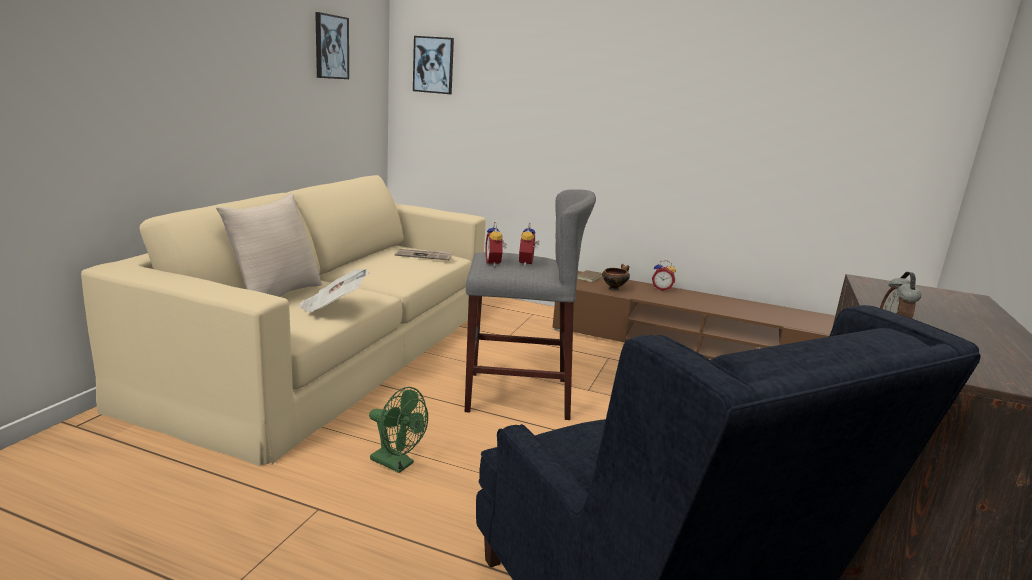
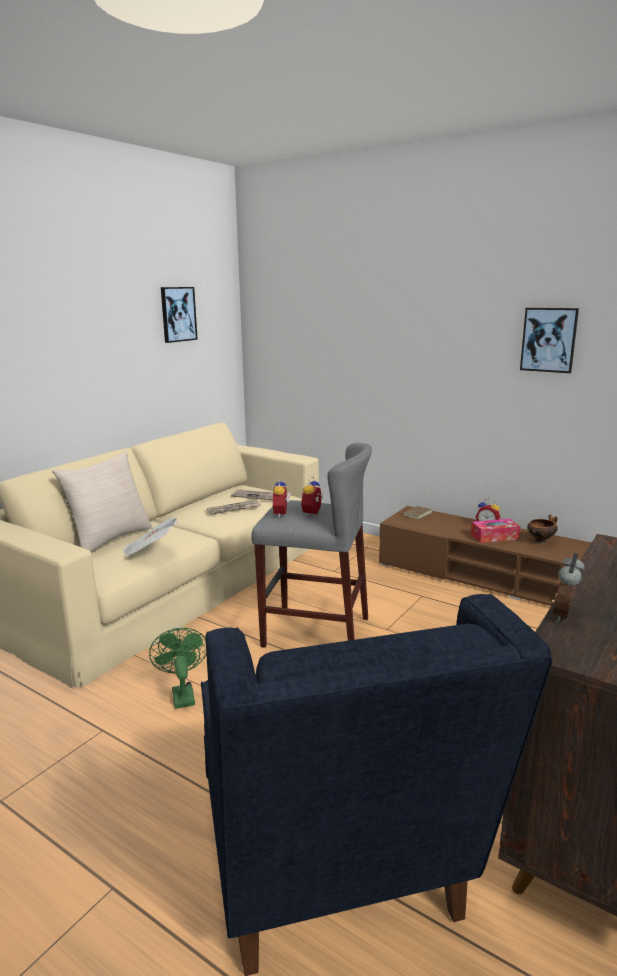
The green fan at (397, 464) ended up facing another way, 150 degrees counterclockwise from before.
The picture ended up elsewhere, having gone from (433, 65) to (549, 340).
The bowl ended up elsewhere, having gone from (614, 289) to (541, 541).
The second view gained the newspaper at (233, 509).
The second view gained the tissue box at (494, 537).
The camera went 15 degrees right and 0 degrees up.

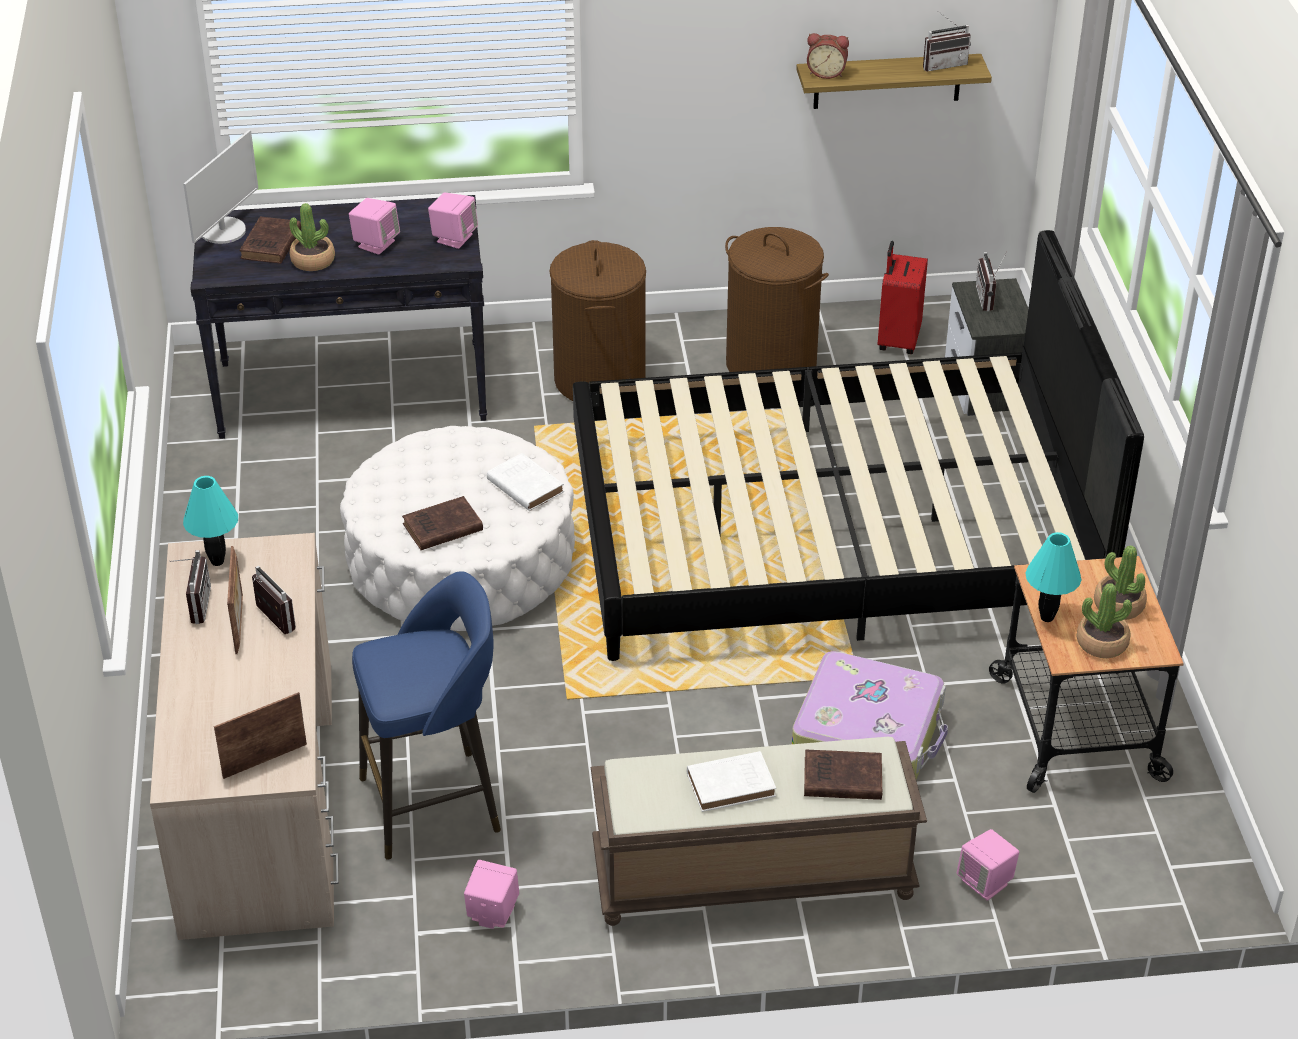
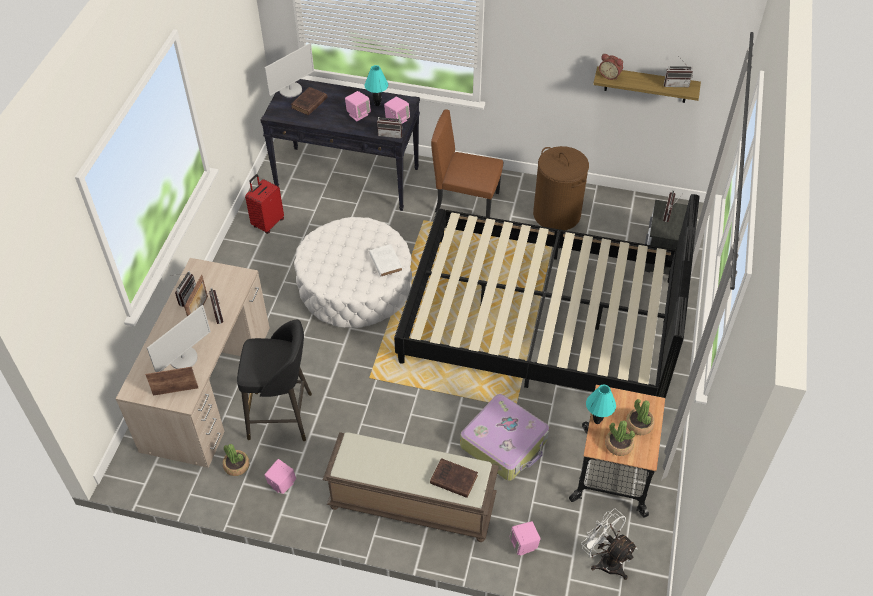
The turquoise table lamp ended up elsewhere, having gone from (217, 561) to (377, 104).
The potted plant ended up elsewhere, having gone from (313, 261) to (237, 466).
What was the blue stool at (434, 804) turned into the black stool at (282, 416).
The second view lost the brown book at (440, 528).
Where the brown laundry basket stood at (599, 379), the brown chair came to stand at (467, 202).
The second view lost the white book at (733, 784).
The red suitcase ended up elsewhere, having gone from (897, 340) to (267, 223).
The second view gained the monitor at (183, 358).
The second view gained the radio at (390, 134).
The second view gained the white fan at (605, 560).
The camera went 20 degrees right and 10 degrees up.

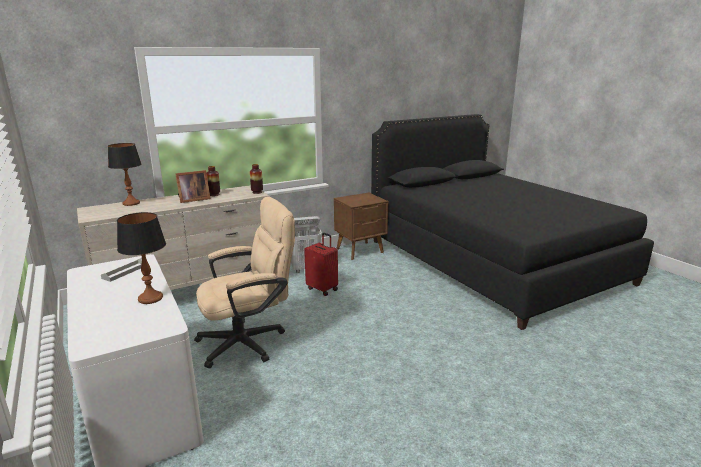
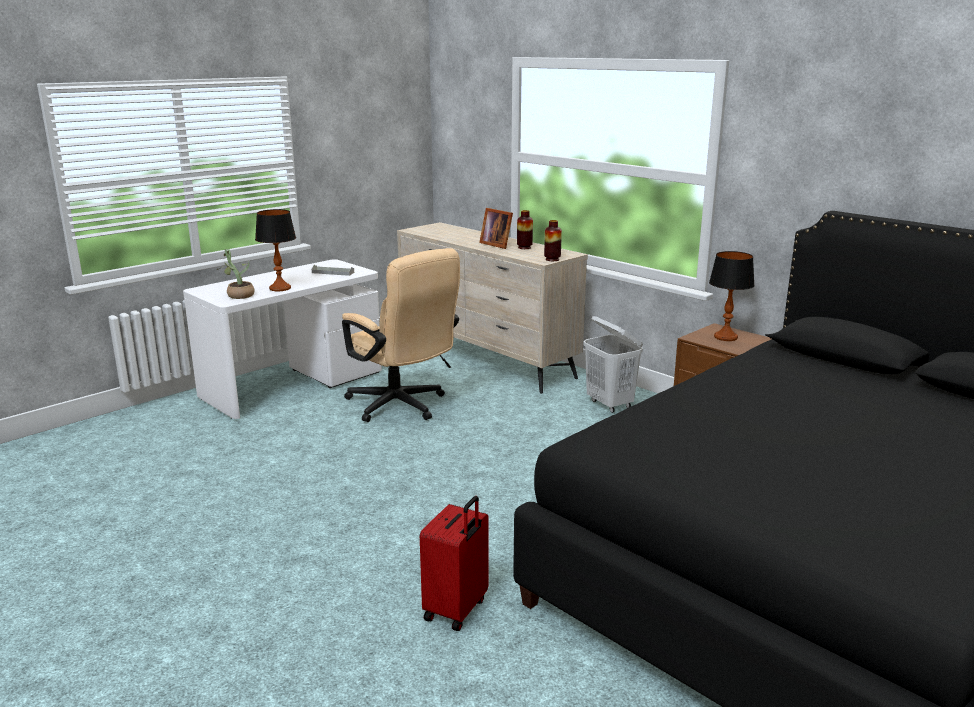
The table lamp ended up elsewhere, having gone from (131, 203) to (725, 337).
The red suitcase ended up elsewhere, having gone from (323, 289) to (457, 610).
The second view gained the potted plant at (238, 295).
The camera went 75 degrees right and 0 degrees up.

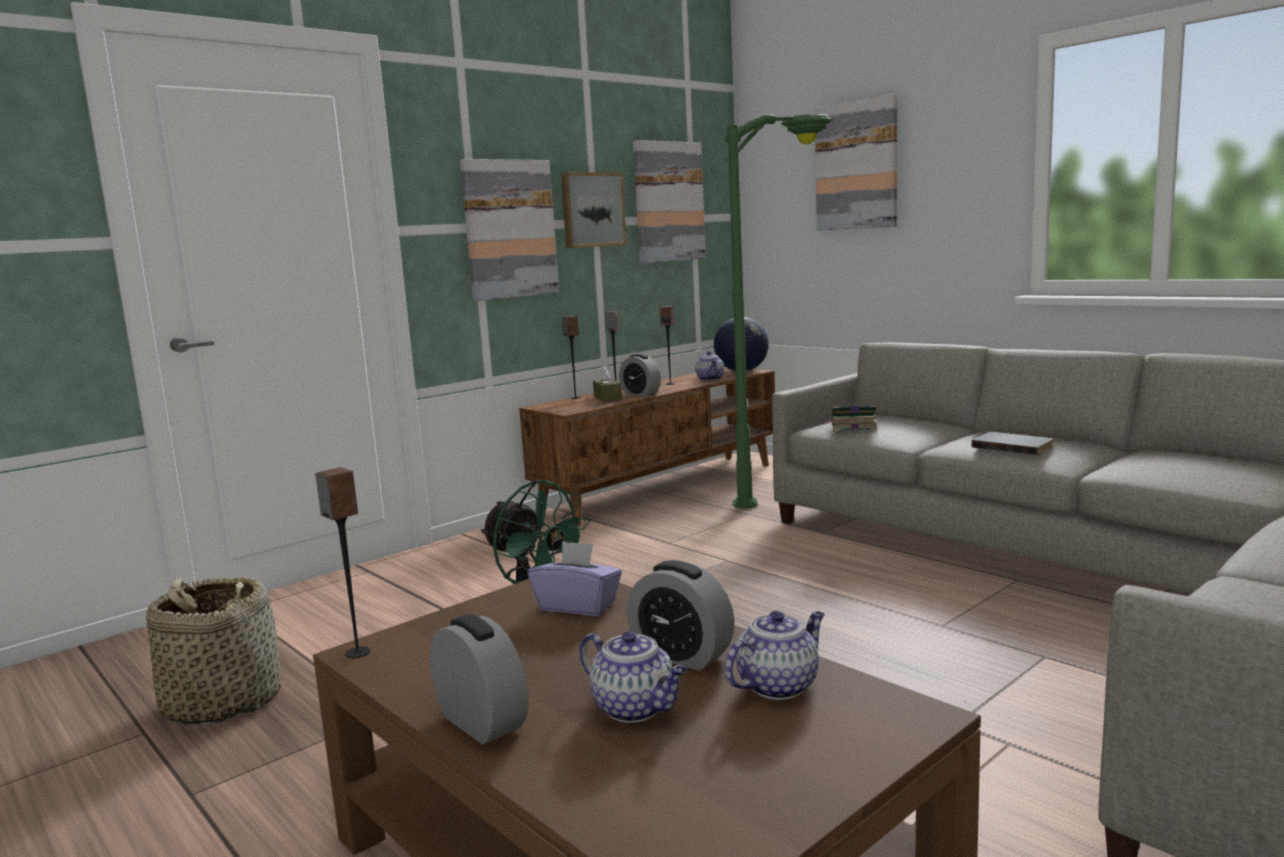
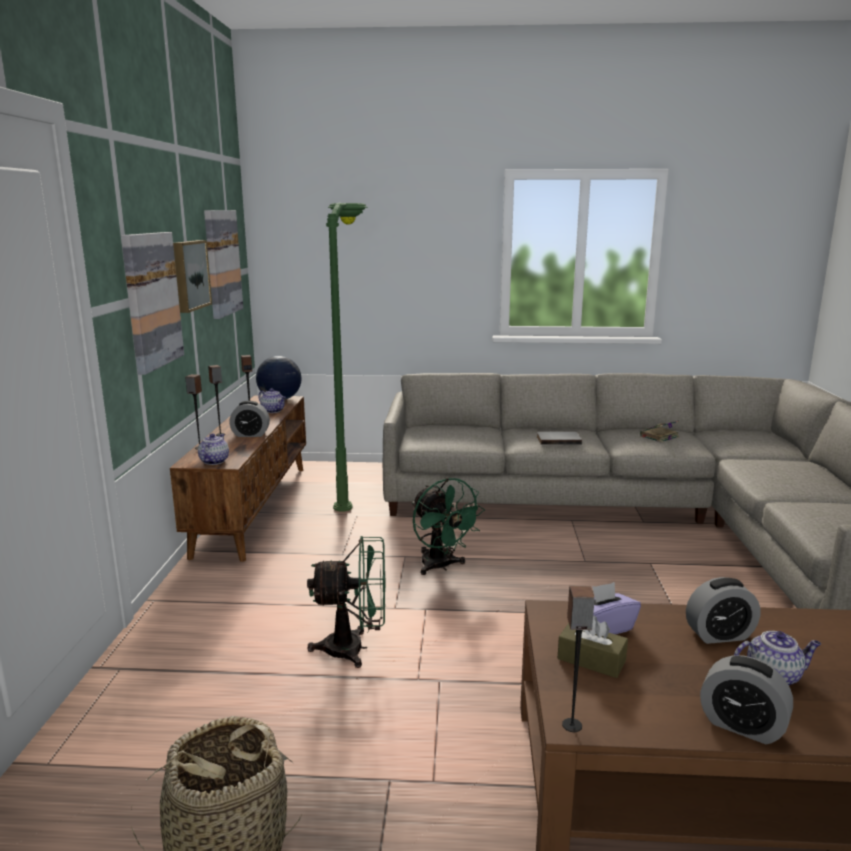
The alarm clock at (481, 722) ended up facing another way, 150 degrees counterclockwise from before.
The brown tissue box ended up elsewhere, having gone from (607, 398) to (591, 660).
The teapot ended up elsewhere, having gone from (778, 685) to (214, 461).
The second view lost the picture at (857, 165).
The book ended up elsewhere, having gone from (852, 426) to (658, 436).
The second view gained the green fan at (441, 566).
The camera went 45 degrees left and 5 degrees up.

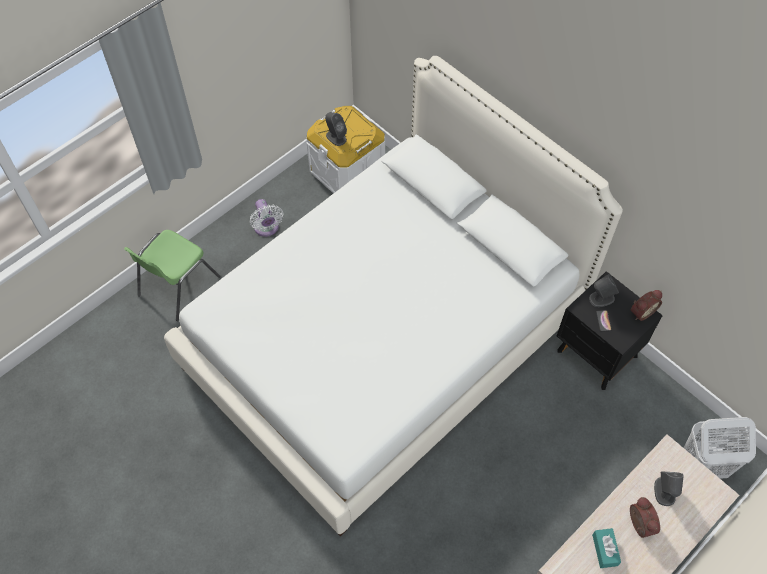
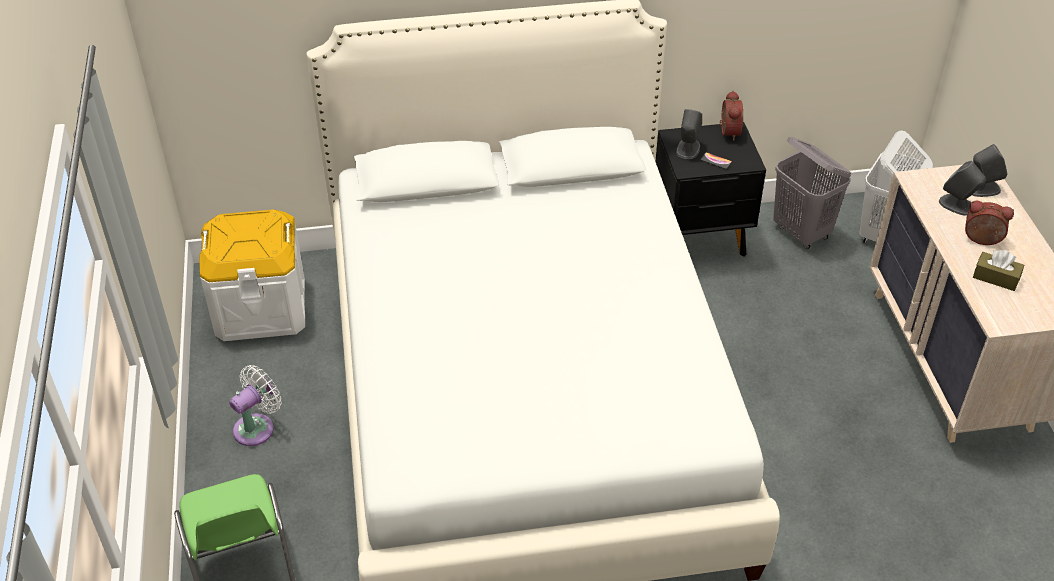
The white fan at (267, 228) ended up facing another way, 60 degrees counterclockwise from before.
The grey speaker ended up elsewhere, having gone from (336, 137) to (982, 188).
What was the turquoise tissue box at (604, 550) turned into the brown tissue box at (996, 277).
The second view gained the grey laundry basket at (801, 232).
The camera went 55 degrees left and 15 degrees down.

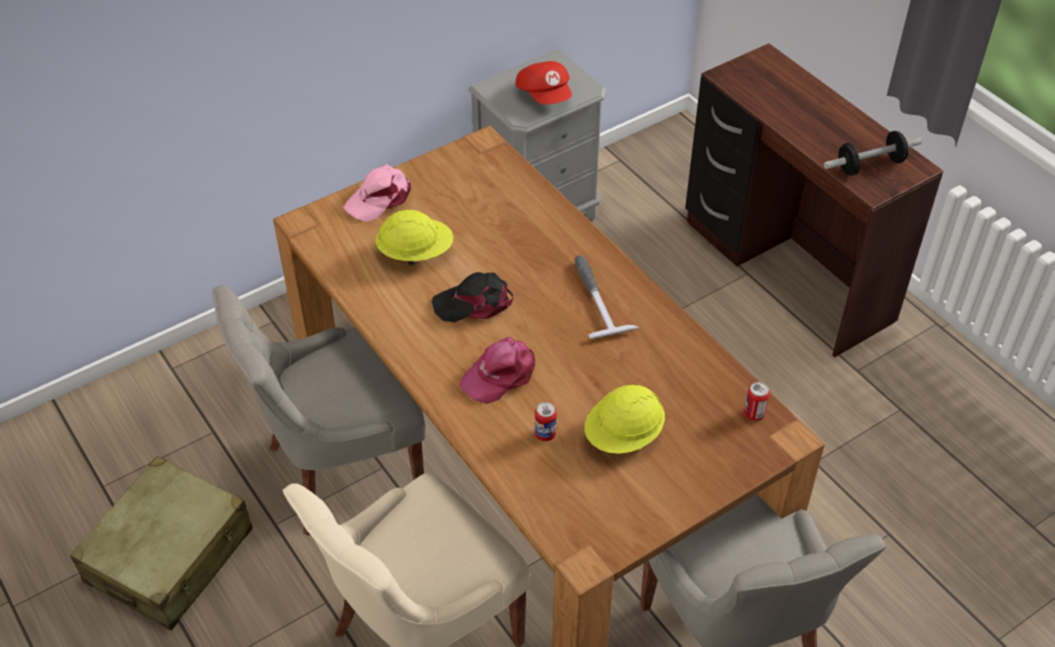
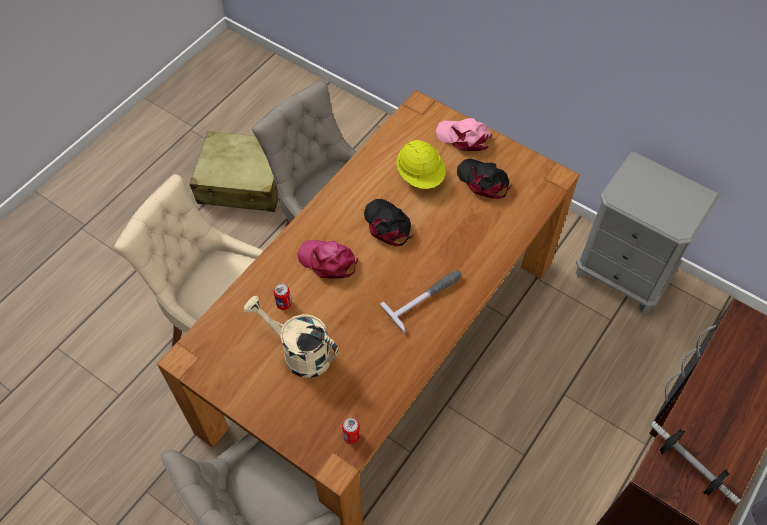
The second view lost the red cap at (545, 95).
Where the yellow hard hat stood at (623, 436), the beige watering can came to stand at (299, 353).
The second view gained the black cap at (483, 181).
The camera went 70 degrees right and 10 degrees up.

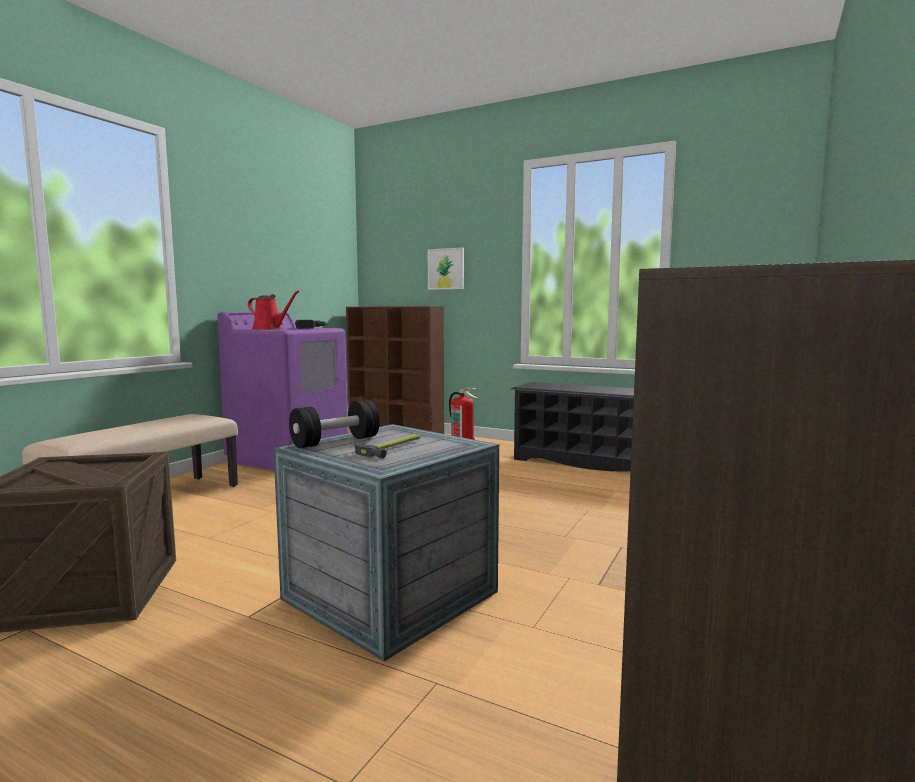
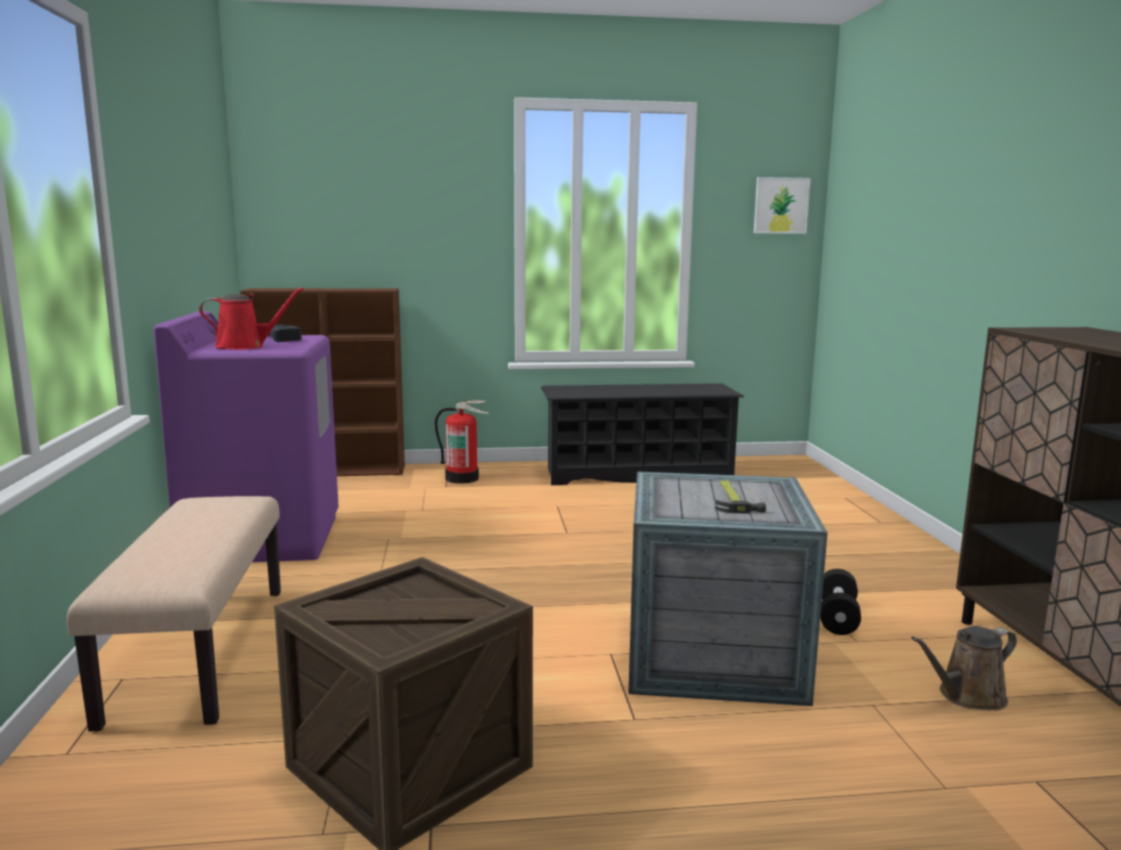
The black dumbbell ended up elsewhere, having gone from (335, 442) to (837, 617).
The picture ended up elsewhere, having gone from (446, 269) to (781, 205).
The second view gained the brown watering can at (967, 696).
The camera went 35 degrees left and 5 degrees up.

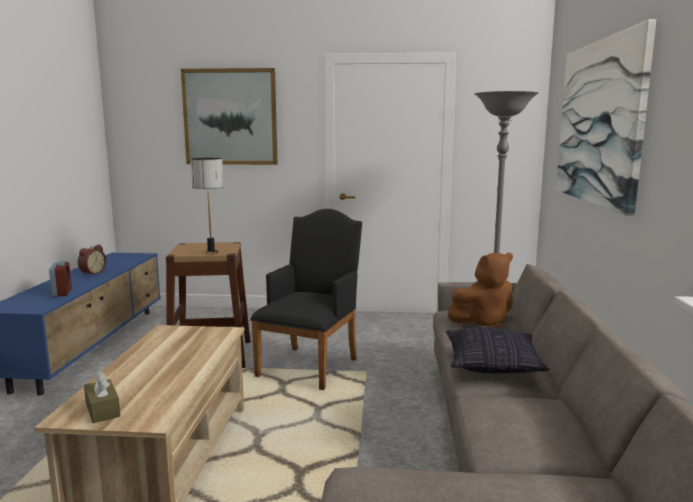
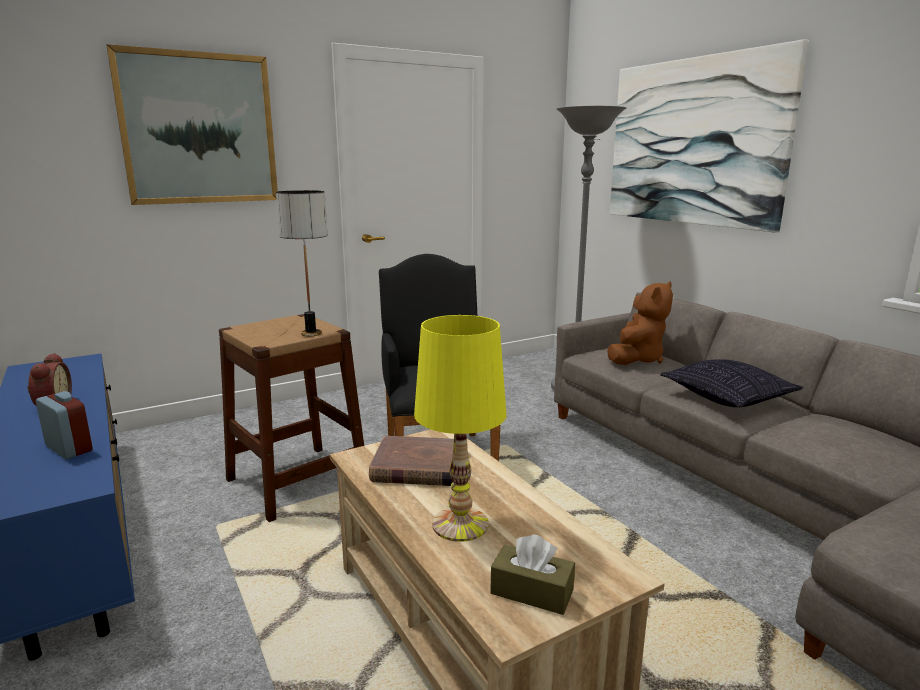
The second view gained the brown book at (419, 466).
The second view gained the yellow table lamp at (460, 525).
The camera went 35 degrees left and 5 degrees up.

